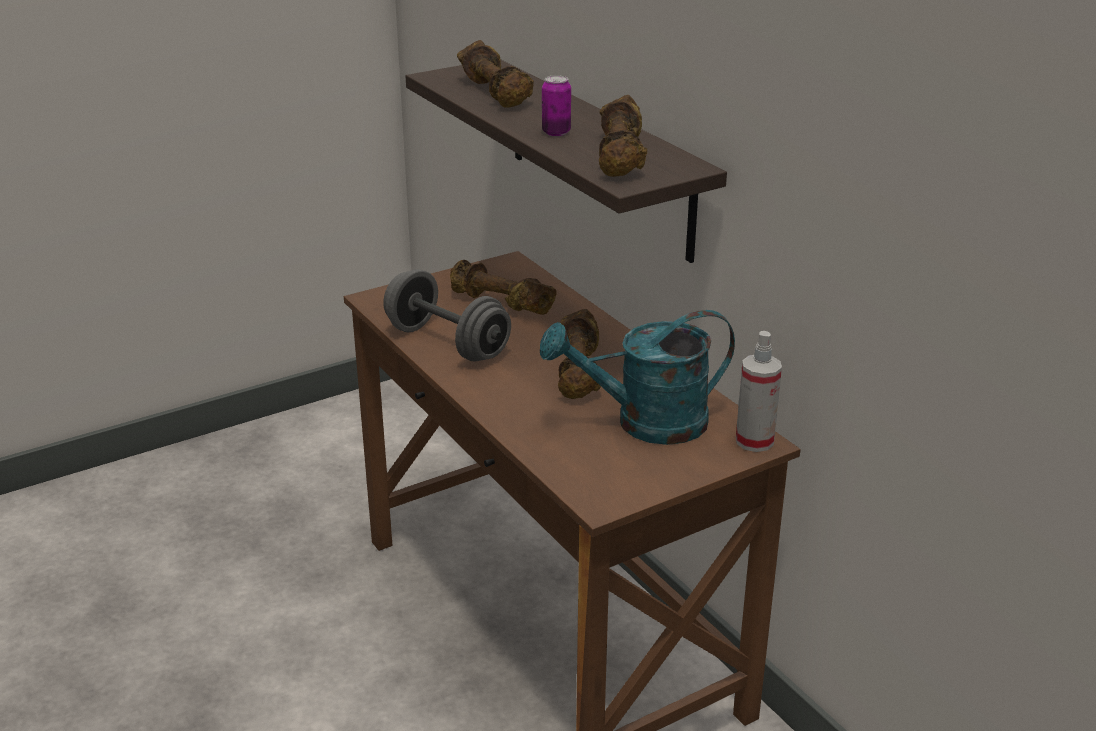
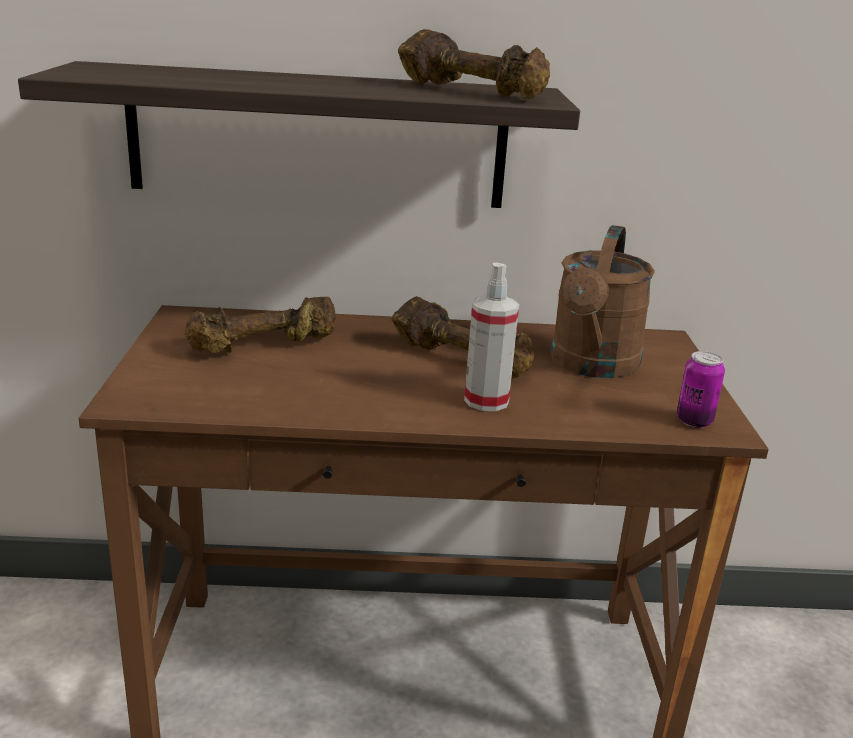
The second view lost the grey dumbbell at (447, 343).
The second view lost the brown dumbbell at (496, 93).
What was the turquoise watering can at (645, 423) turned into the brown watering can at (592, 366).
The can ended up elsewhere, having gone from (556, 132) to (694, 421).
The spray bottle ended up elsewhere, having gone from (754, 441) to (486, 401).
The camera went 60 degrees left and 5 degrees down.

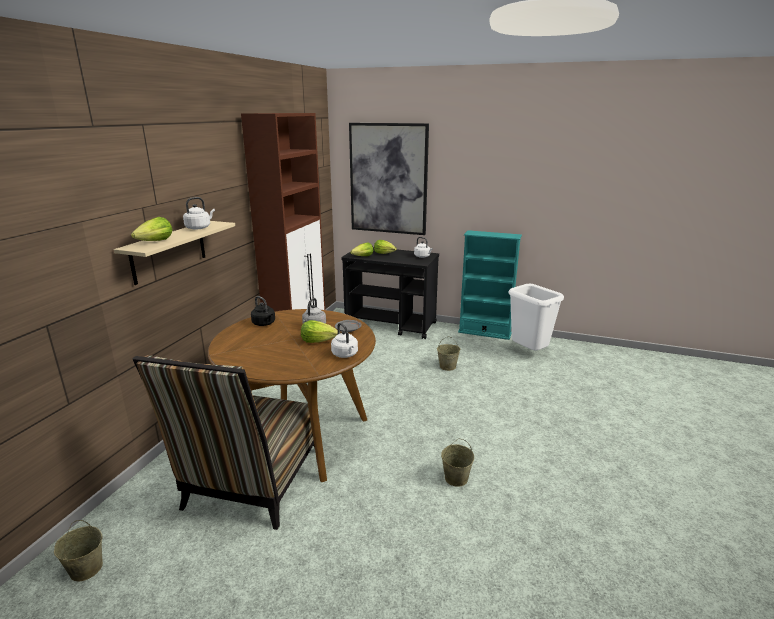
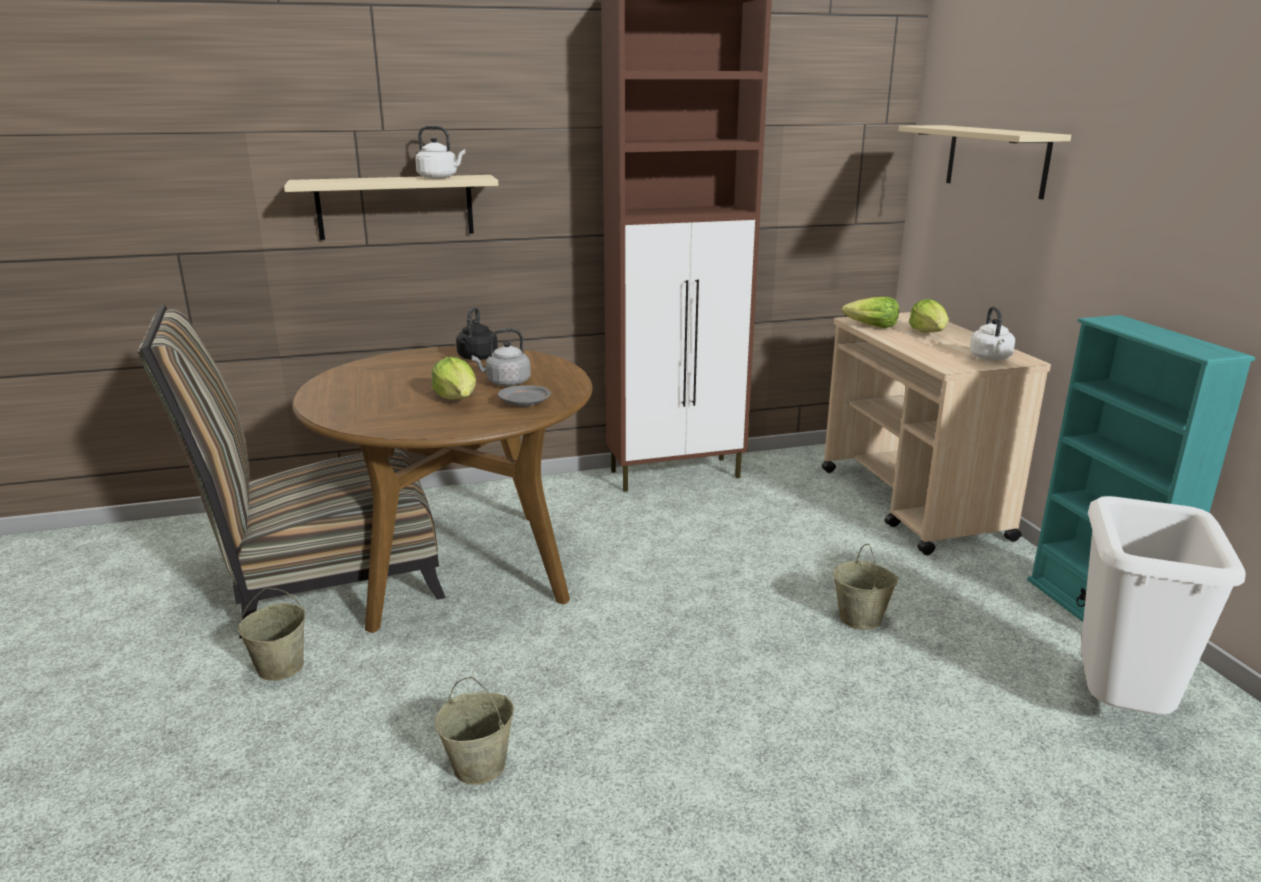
The beige bucket ended up elsewhere, having gone from (85, 569) to (280, 666).
The second view lost the lettuce at (155, 242).
The second view lost the white kettle at (345, 355).
What was the black cart at (391, 325) turned into the beige cart at (912, 504).
Where the picture hung at (388, 179), the beige shelf came to hang at (996, 160).
The camera went 55 degrees right and 0 degrees up.

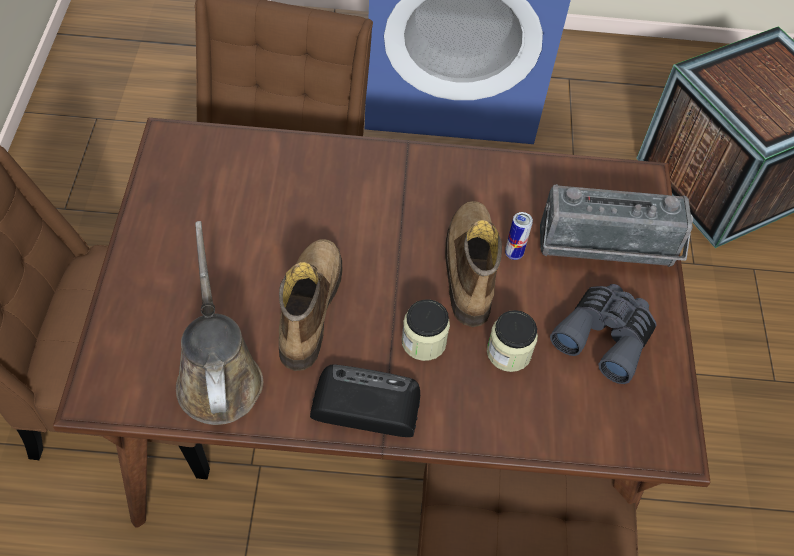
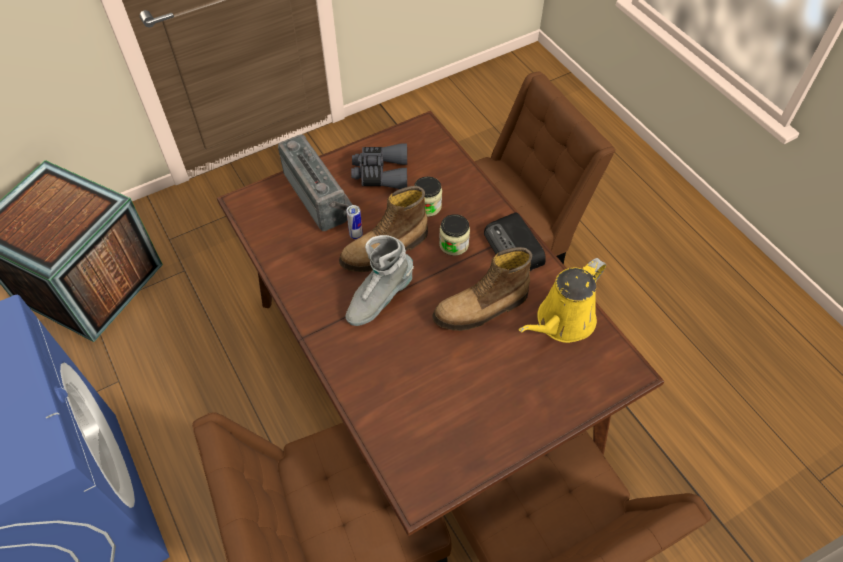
What was the brown watering can at (218, 376) turned into the yellow watering can at (562, 322).
The second view gained the grey boot at (379, 299).
The camera went 120 degrees left and 0 degrees up.

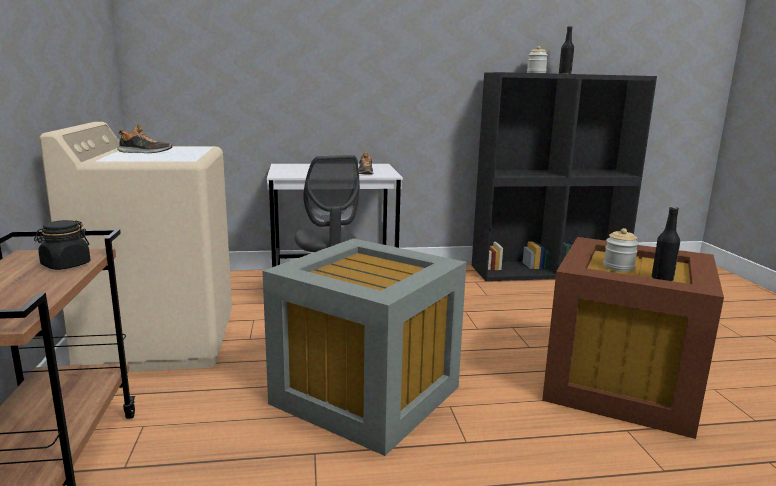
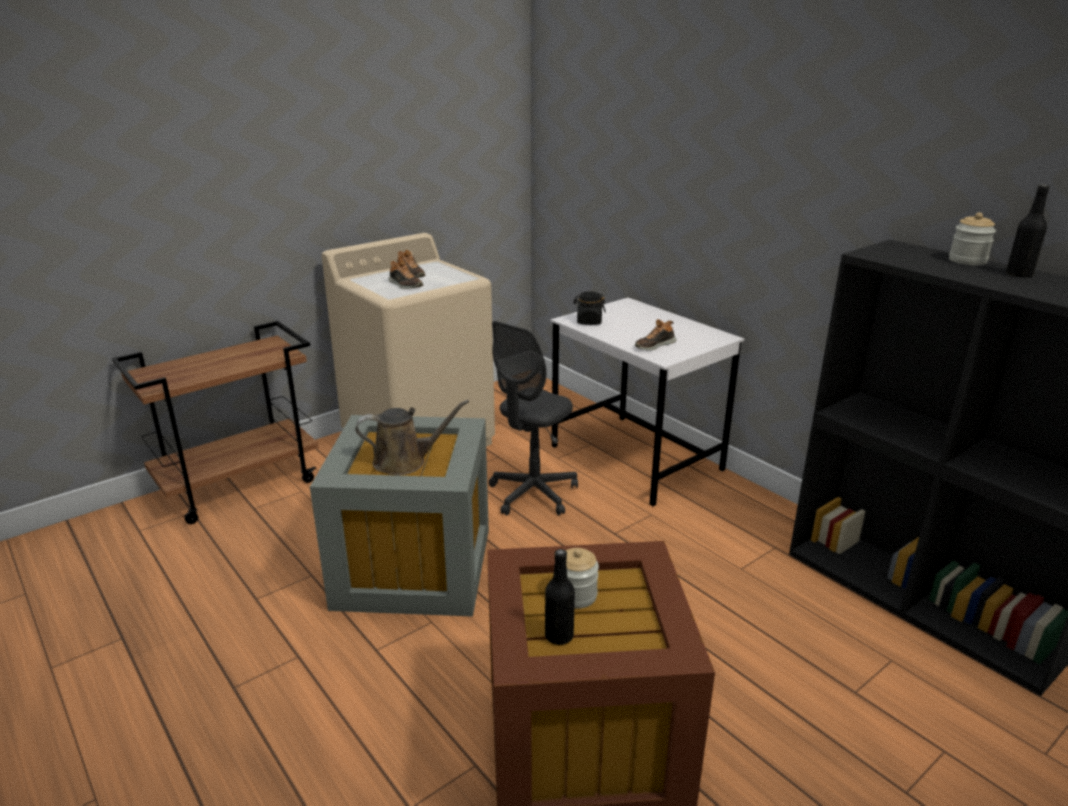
The black jar ended up elsewhere, having gone from (65, 265) to (589, 322).
The second view gained the brown watering can at (405, 462).
The second view gained the shoe at (405, 285).
The camera went 60 degrees right and 10 degrees up.

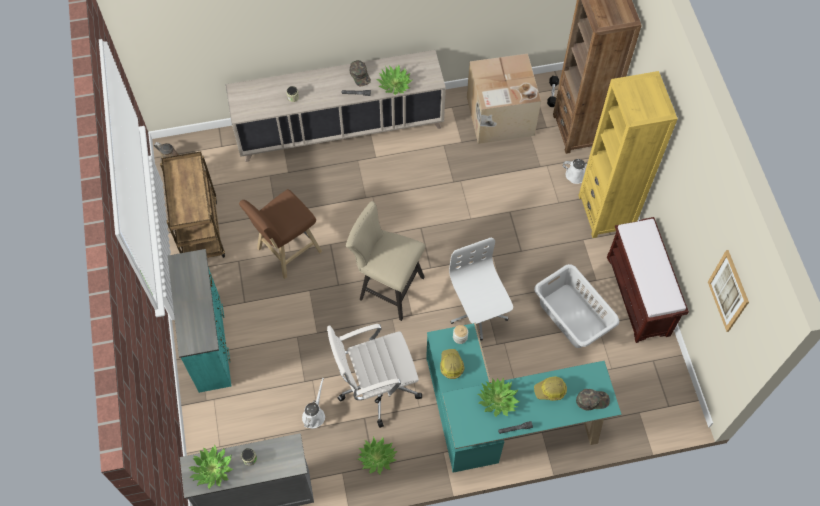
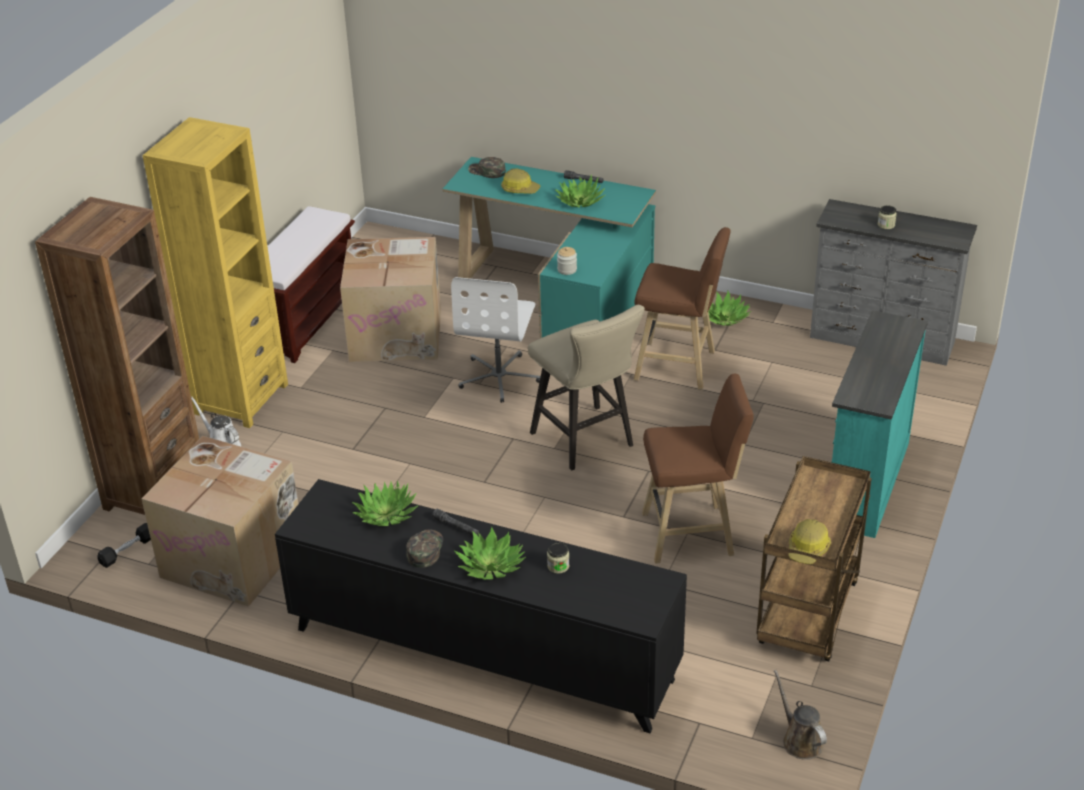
The potted plant ended up elsewhere, having gone from (212, 469) to (490, 566).
What was the beige cabinet at (340, 129) turned into the black cabinet at (483, 655).
The second view lost the white watering can at (314, 414).
Where the white office chair stood at (376, 386), the brown stool came to stand at (679, 367).
The hard hat ended up elsewhere, having gone from (451, 365) to (808, 549).
Where the grey laundry basket stood at (572, 316), the cardboard box came to stand at (397, 334).
The second view lost the picture at (728, 291).
The camera went 145 degrees left and 25 degrees down.

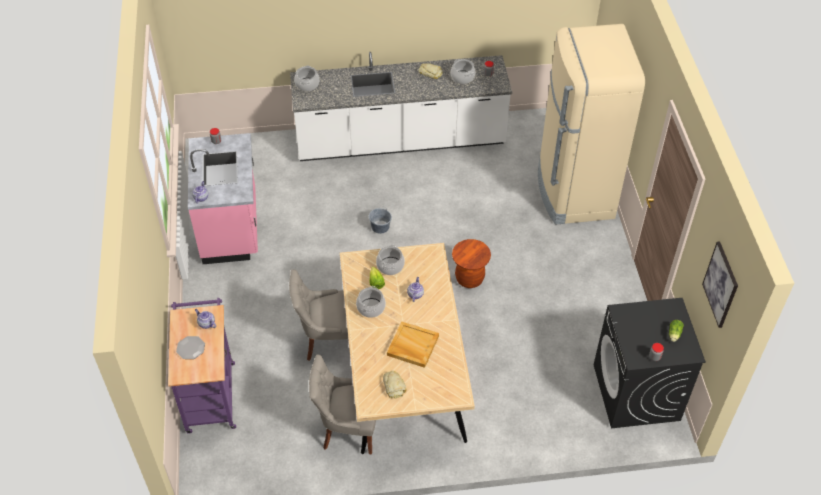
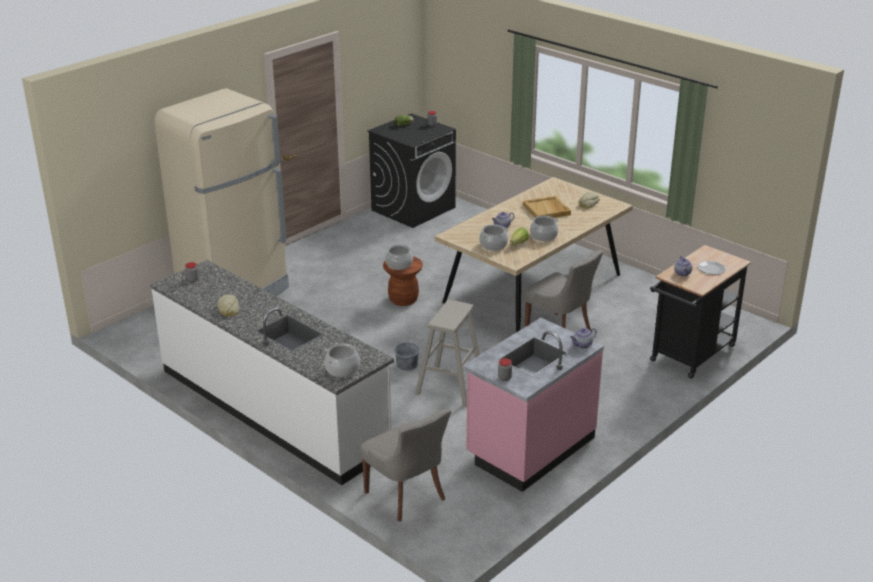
What was the purple cart at (210, 392) turned into the black cart at (690, 356).
The grey chair ended up elsewhere, having gone from (348, 429) to (407, 496).
The cooking pot ended up elsewhere, having gone from (462, 77) to (399, 264).
The second view lost the picture at (721, 284).
The second view gained the beige stool at (450, 386).
The camera went 130 degrees left and 20 degrees down.

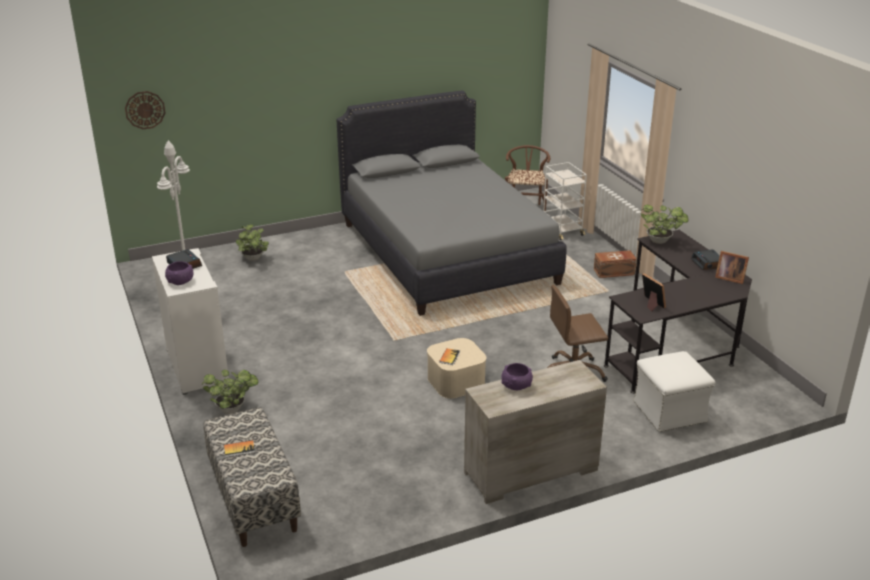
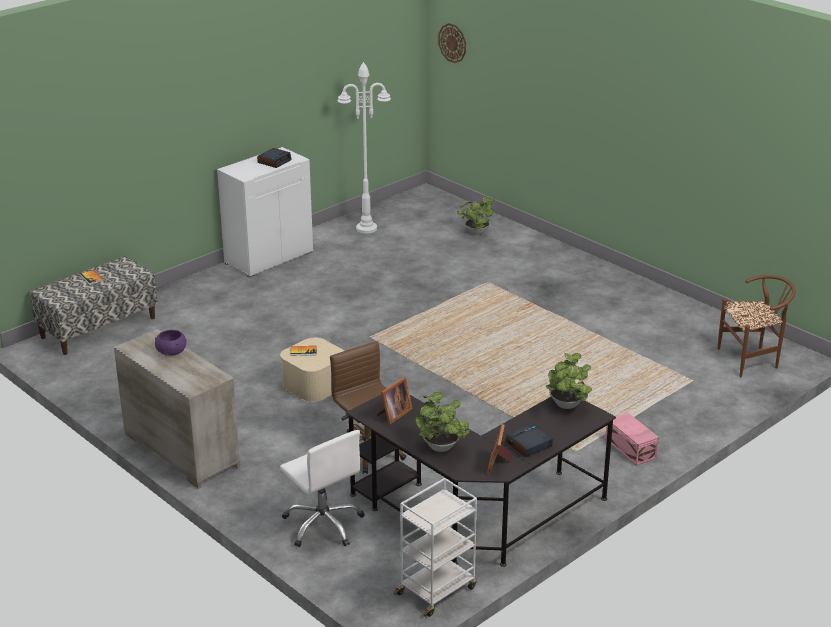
The second view lost the purple bowl at (180, 281).
The potted plant ended up elsewhere, having gone from (233, 409) to (442, 448).
The second view lost the grey bed at (446, 253).
The white cart ended up elsewhere, having gone from (562, 230) to (436, 590).
What was the brown storage box at (614, 272) turned into the pink storage box at (630, 449).
Where the white ottoman stood at (670, 412), the white office chair came to stand at (323, 524).
The camera went 70 degrees right and 0 degrees up.

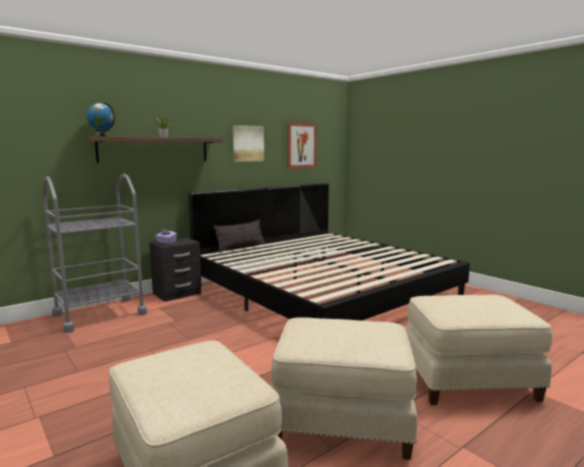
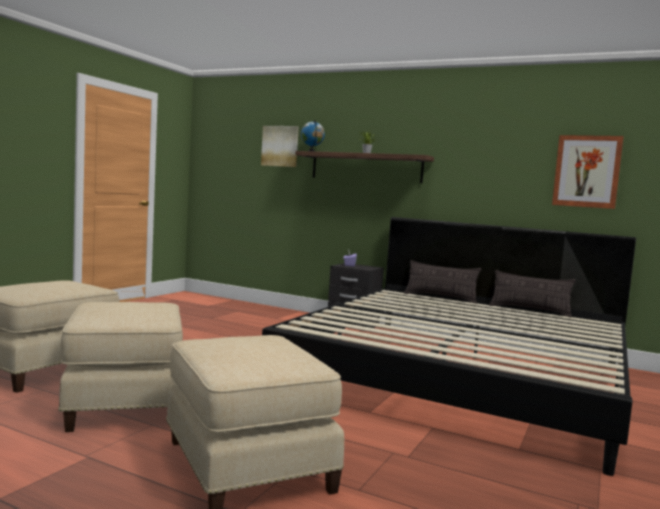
The second view lost the grey cart at (100, 314).
The picture ended up elsewhere, having gone from (248, 143) to (280, 146).
The second view gained the pillow at (529, 310).
The camera went 65 degrees right and 5 degrees down.

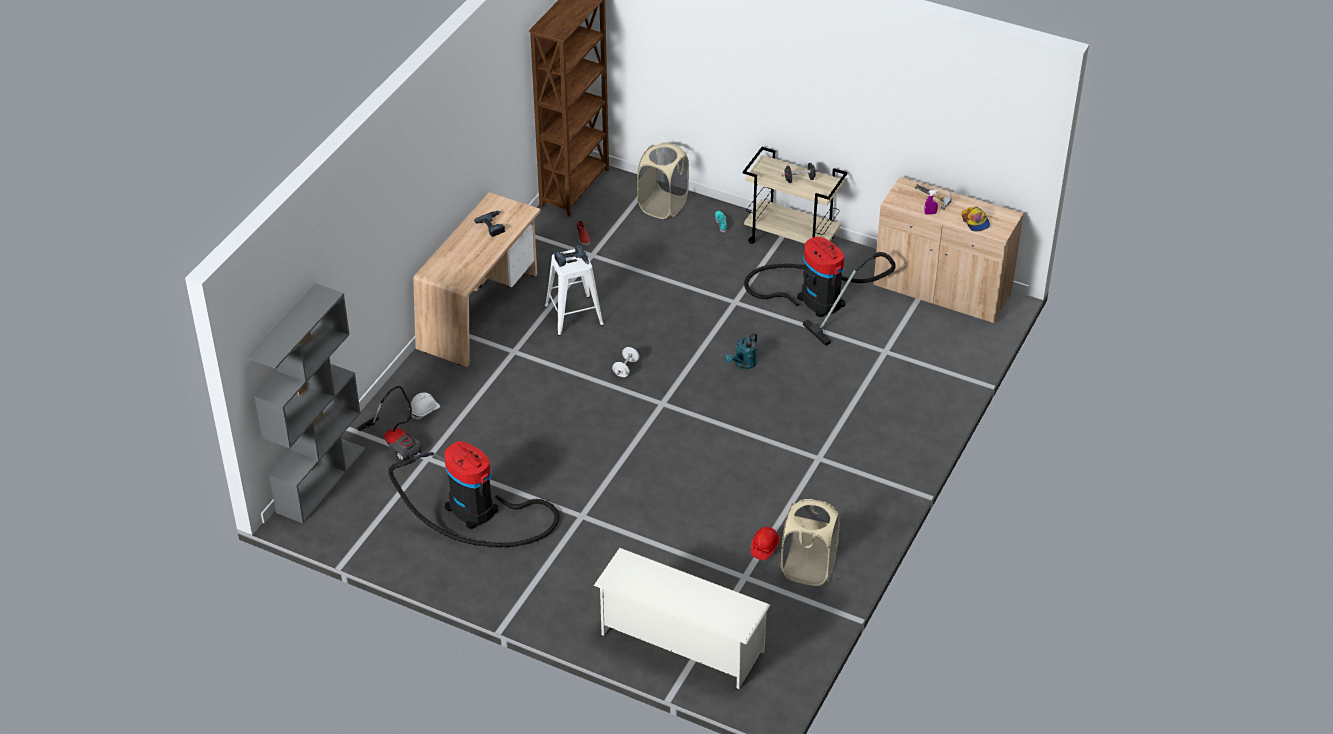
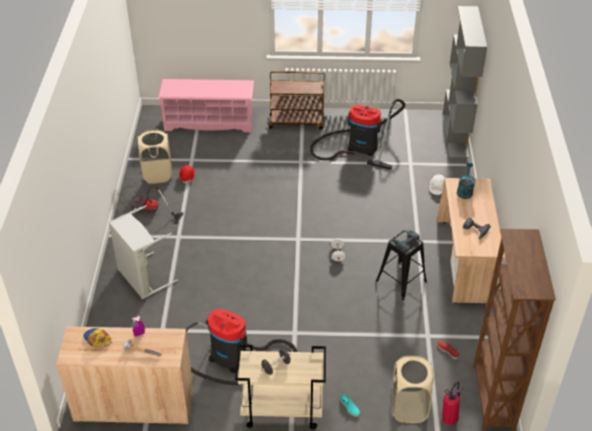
The vacuum cleaner ended up elsewhere, having gone from (397, 443) to (152, 213).
What was the white stool at (573, 315) turned into the black stool at (401, 280).
What was the white shoe rack at (681, 642) turned into the pink shoe rack at (209, 122).
The turquoise watering can ended up elsewhere, having gone from (743, 364) to (465, 190).
The second view gained the grey laundry basket at (142, 278).
The second view gained the brown cart at (297, 122).
The second view gained the fire extinguisher at (449, 418).
The camera went 155 degrees right and 0 degrees up.

